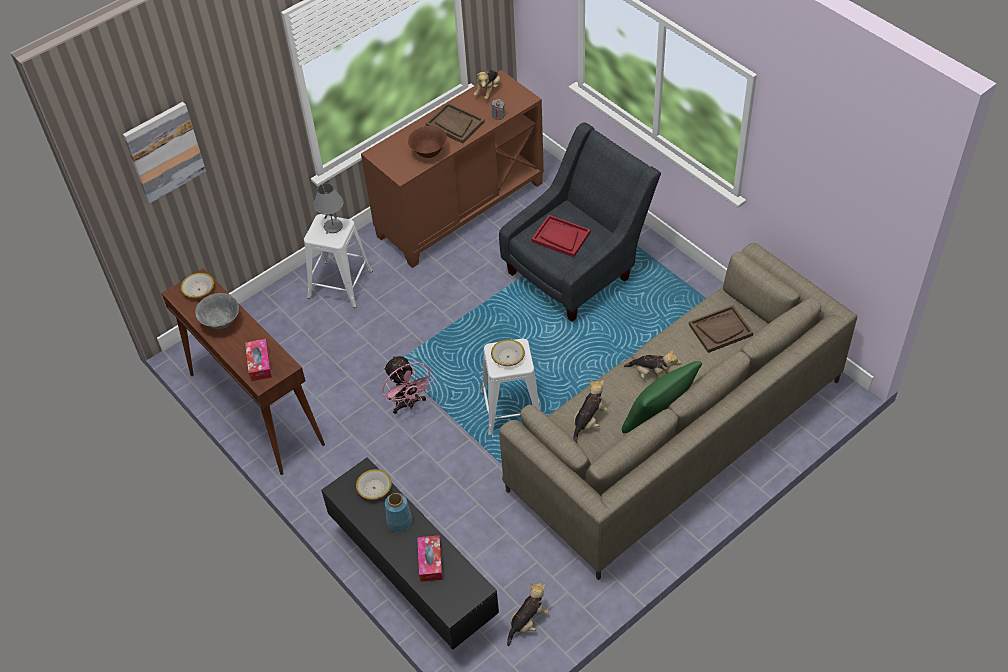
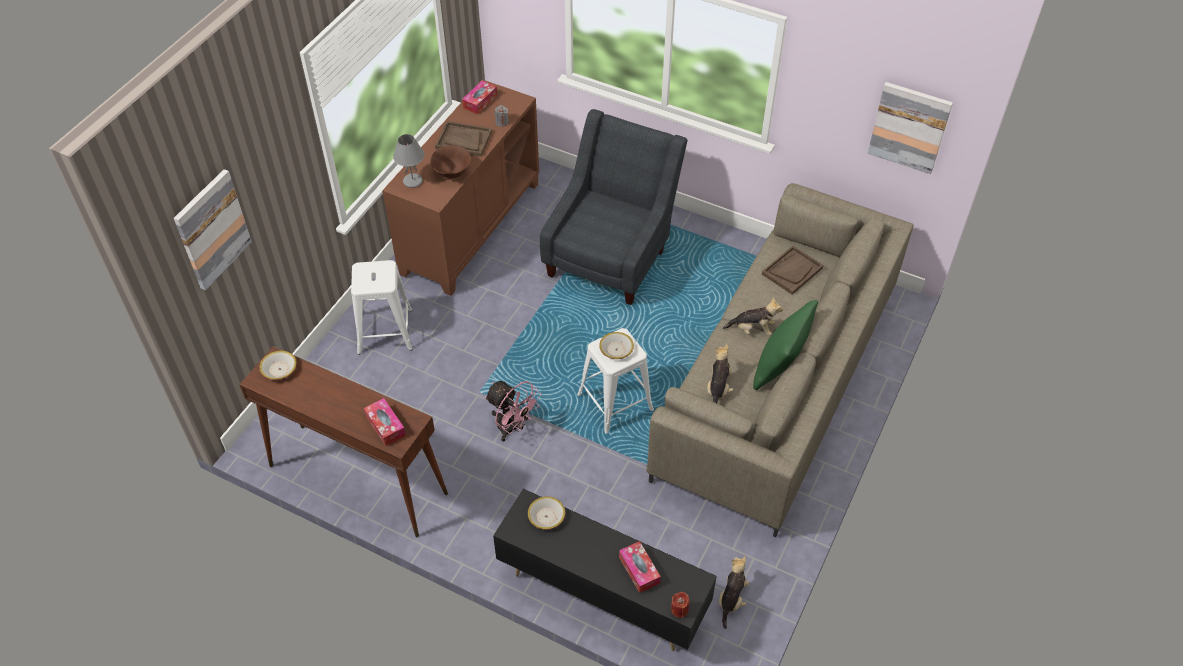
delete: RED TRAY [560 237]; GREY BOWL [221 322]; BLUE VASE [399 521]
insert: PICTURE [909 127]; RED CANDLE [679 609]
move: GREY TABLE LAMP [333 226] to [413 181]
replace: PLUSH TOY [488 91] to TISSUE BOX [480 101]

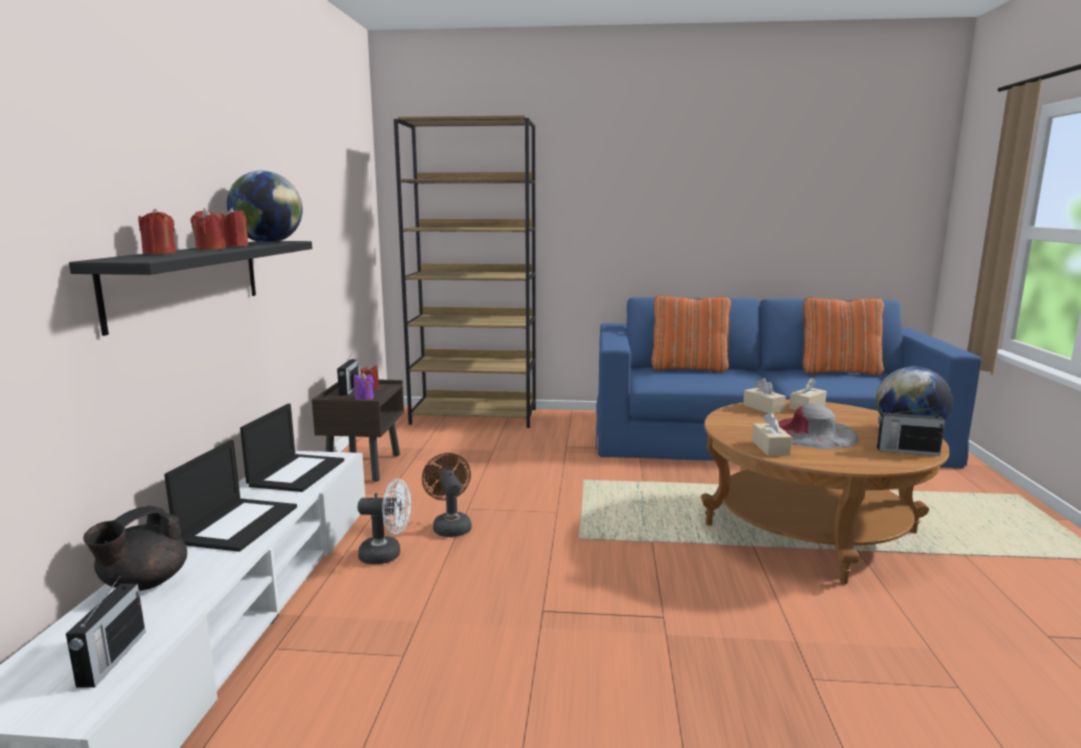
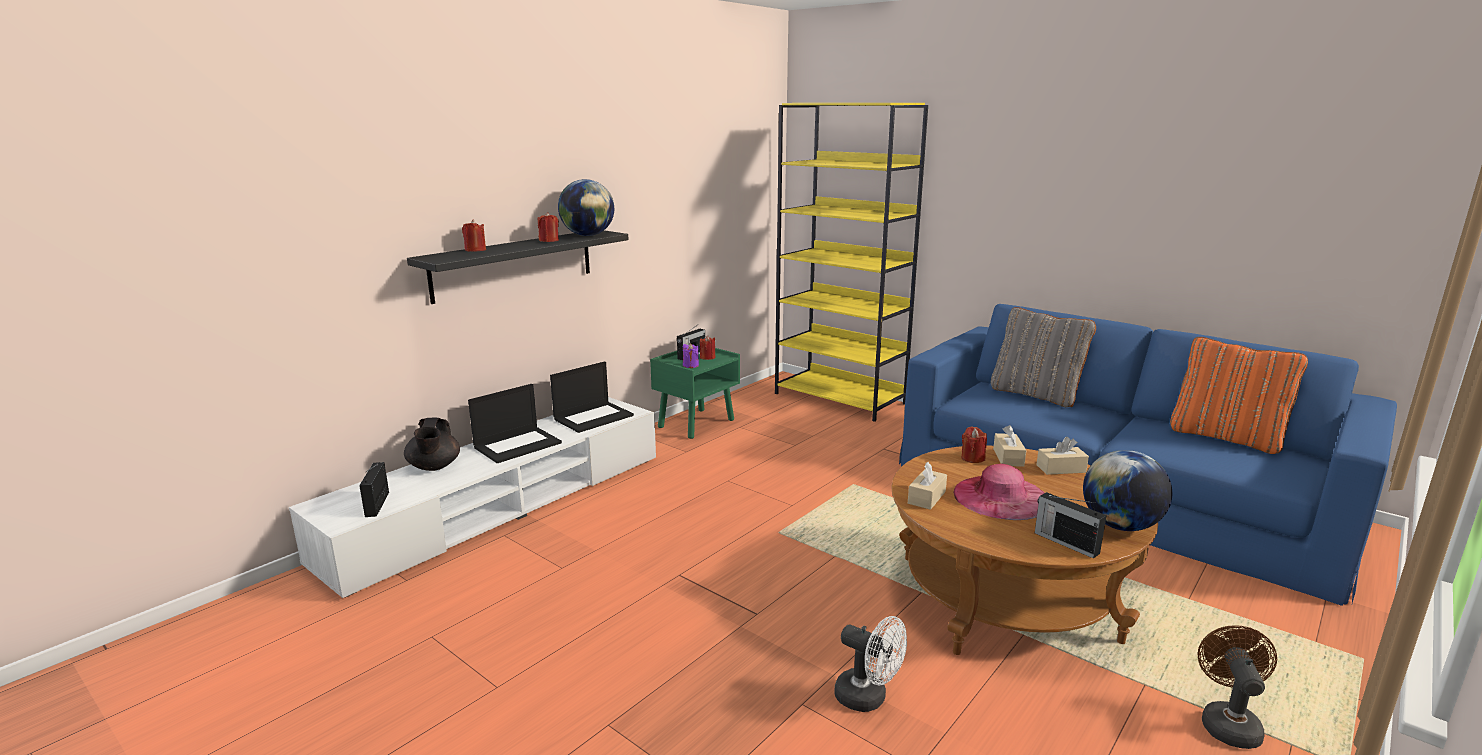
move: RED CANDLE [210 248] to [972 458]; BROWN FAN [450 526] to [1227 722]; WHITE FAN [387 555] to [868 698]
recolor: BROWN BOOKCASE [475 416] to YELLOW BOOKCASE [840 398]; ORANGE PILLOW [689 368] to GREY PILLOW [1036 395]; BROWN NIGHTSTAND [364 466] to GREEN NIGHTSTAND [696 423]; GREY HAT [812 434] to PINK HAT [1001 497]
rotate: BLACK TEAPOT [143 583] = [434 467] 75 degrees counterclockwise; RADIO [111 659] = [378 504] 135 degrees clockwise

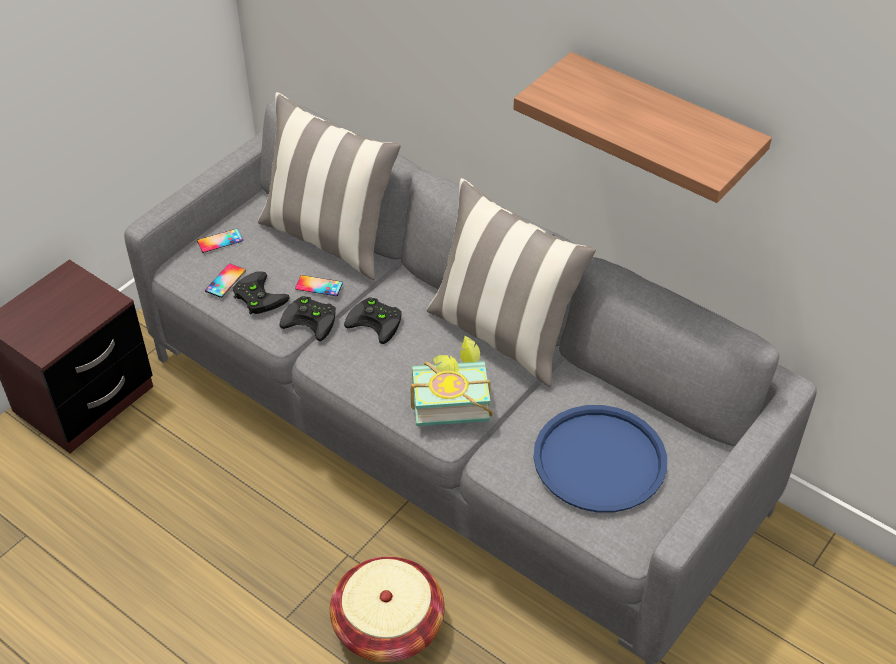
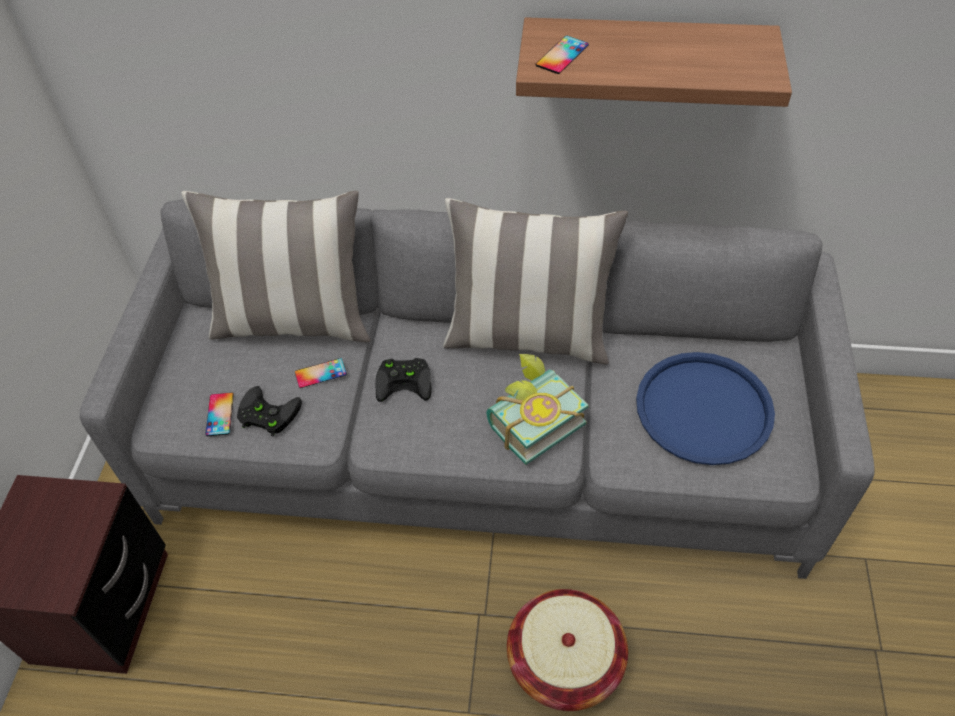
delete: BLACK GAME CONTROLLER [312 320]
move: PHONE [220 241] to [562 55]

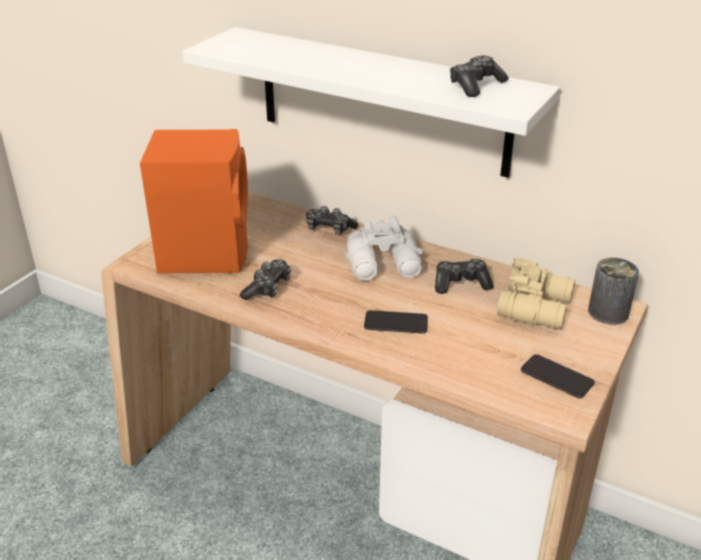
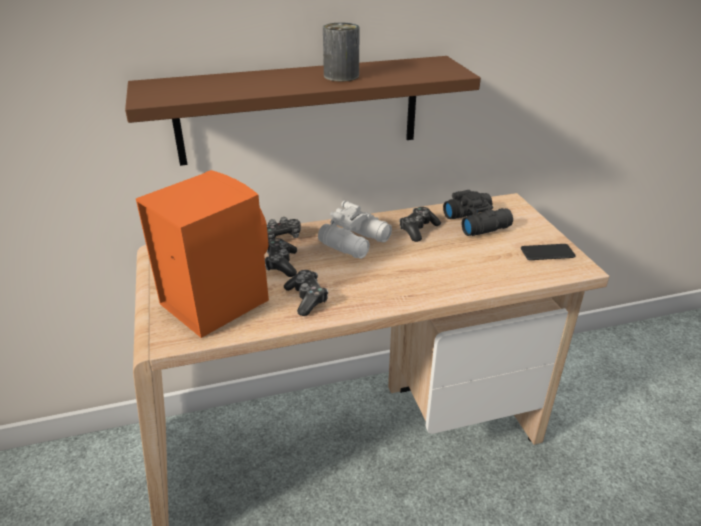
delete: PHONE [396 323]
move: GAME CONTROLLER [476 85] to [281 264]; CAN [608 312] to [341 76]
recolor: WHITE SHELF [382 101] to BROWN SHELF [299 110]; BEIGE BINOCULARS [537 307] to BLACK BINOCULARS [476 221]

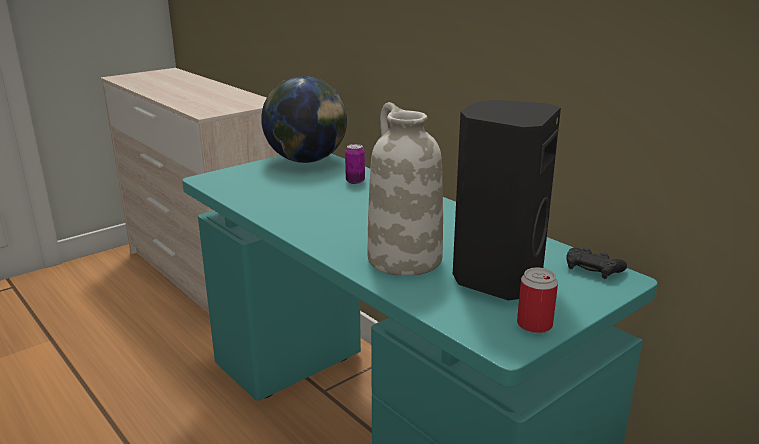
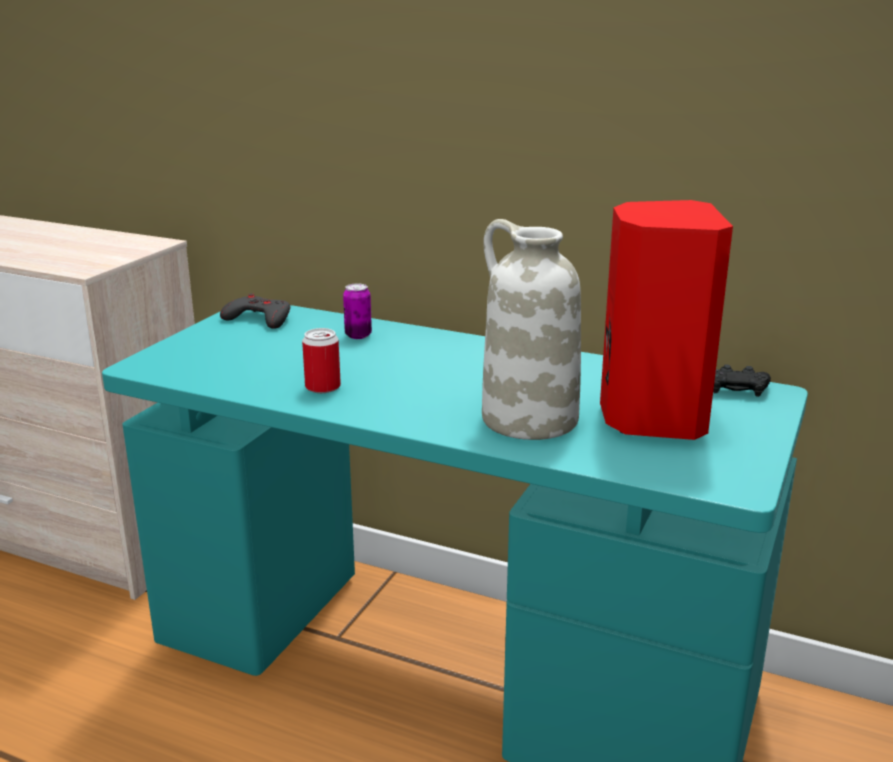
move: CAN [534 325] to [323 387]
replace: GLOBE [306 161] to GREY GAME CONTROLLER [259 319]
recolor: BLACK SPEAKER [495 277] to RED SPEAKER [650 418]

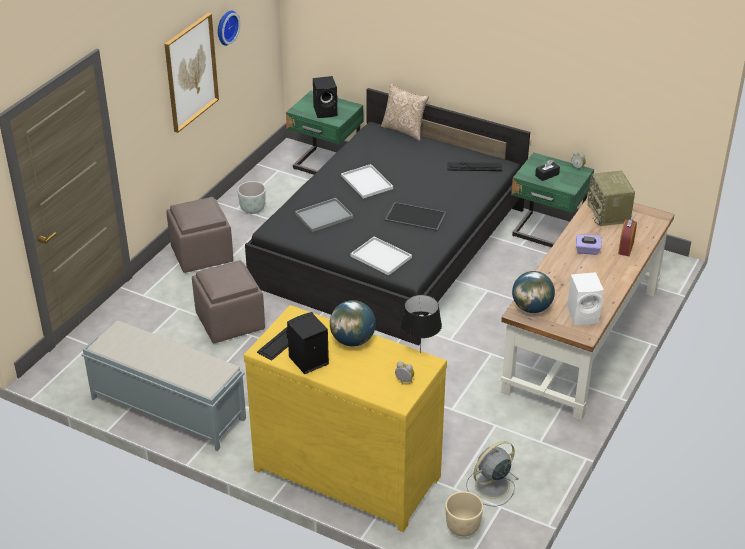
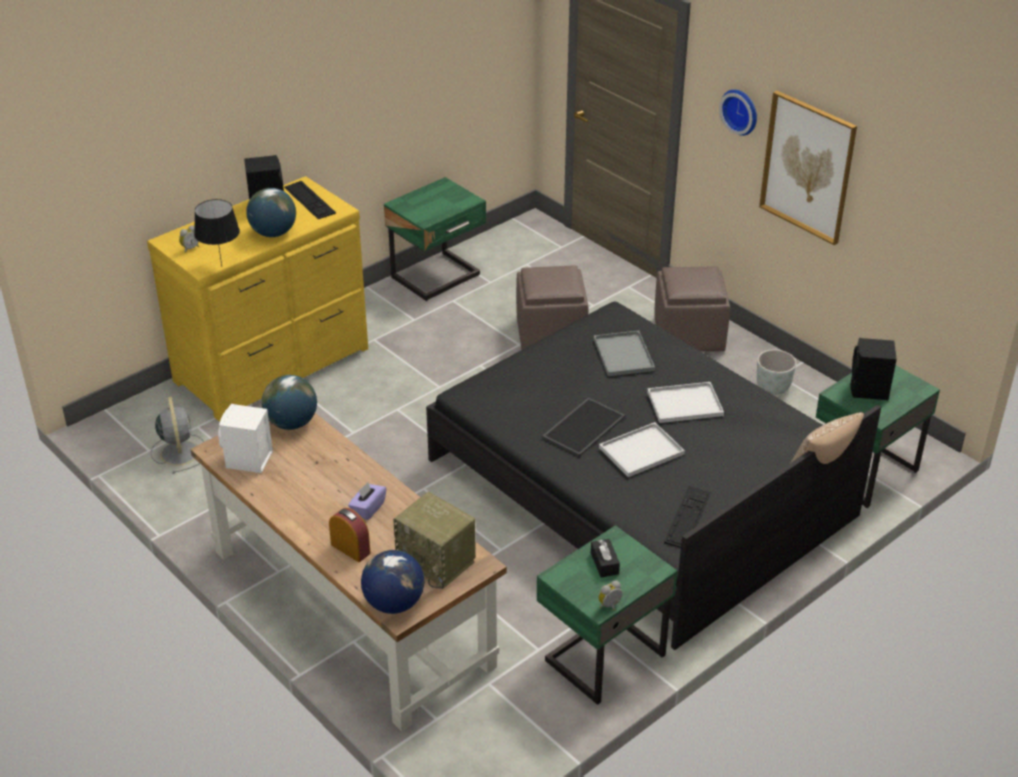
delete: BEIGE PLANTER [462 528]
insert: GLOBE [393 603]
move: WALL CLOCK [226 27] to [741 111]; WHITE TRAY [380 256] to [642 450]
replace: GREY BENCH [167 408] to GREEN NIGHTSTAND [438 278]
rotate: RADIO [609 214] = [437 562] 150 degrees counterclockwise

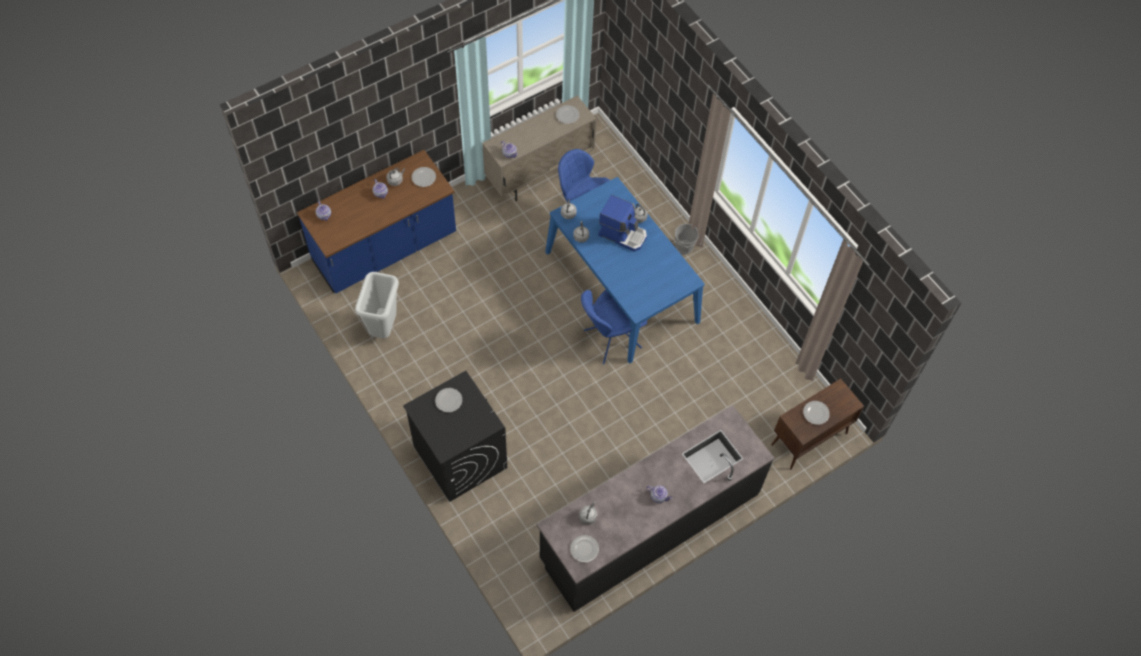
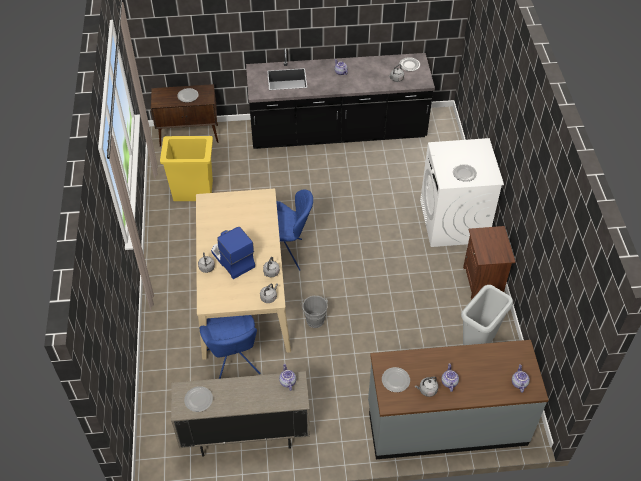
insert: YELLOW TRASH CAN [193 191]; BROWN NIGHTSTAND [483 281]
move: GREY BUCKET [685 248] to [314 319]
recolor: BLUE COUNTER [385 249] to GREY COUNTER [446 423]; BLUE DINING TABLE [621 286] to BEIGE DINING TABLE [243 292]; BLACK WASHING MACHINE [459 456] to WHITE WASHING MACHINE [453 222]

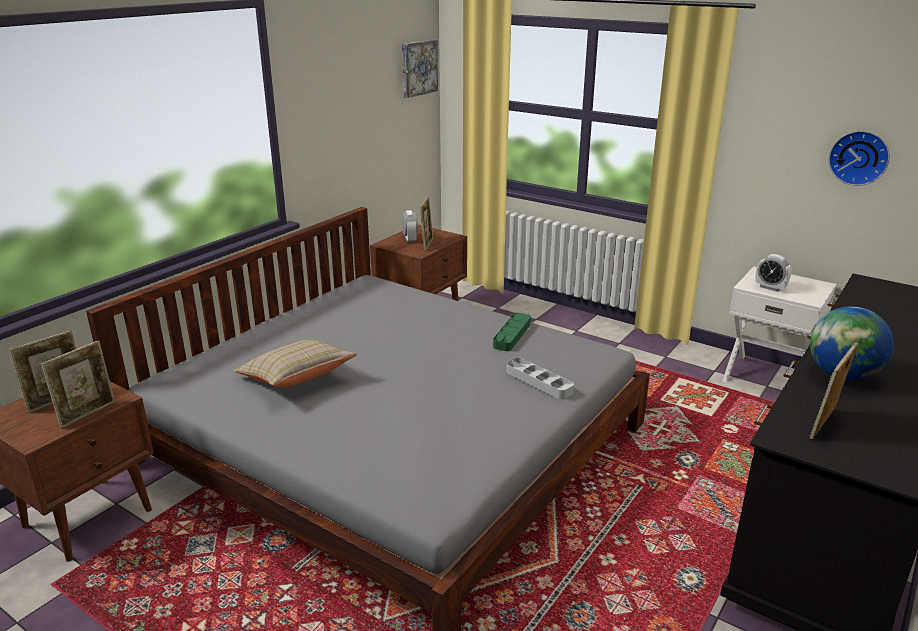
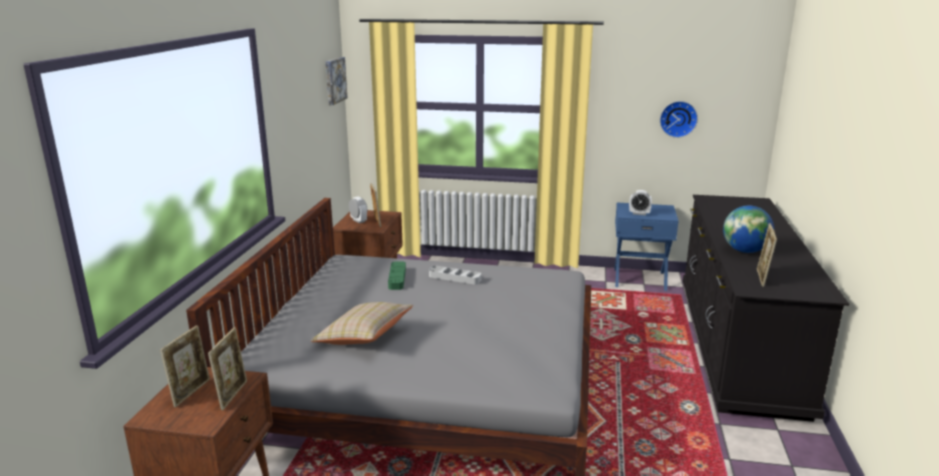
move: GREEN TRAY [512 335] to [397 278]; GREY TRAY [539 382] to [455 278]
recolor: WHITE NIGHTSTAND [767 377] to BLUE NIGHTSTAND [639 278]

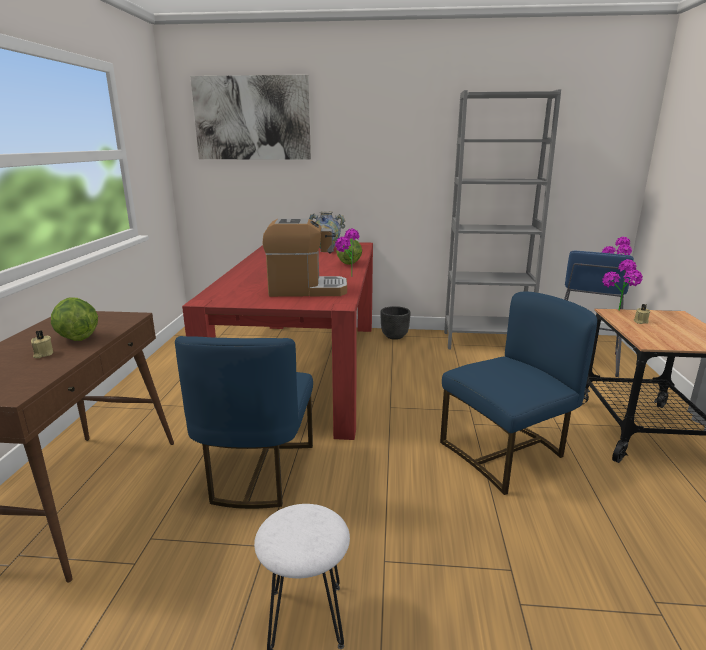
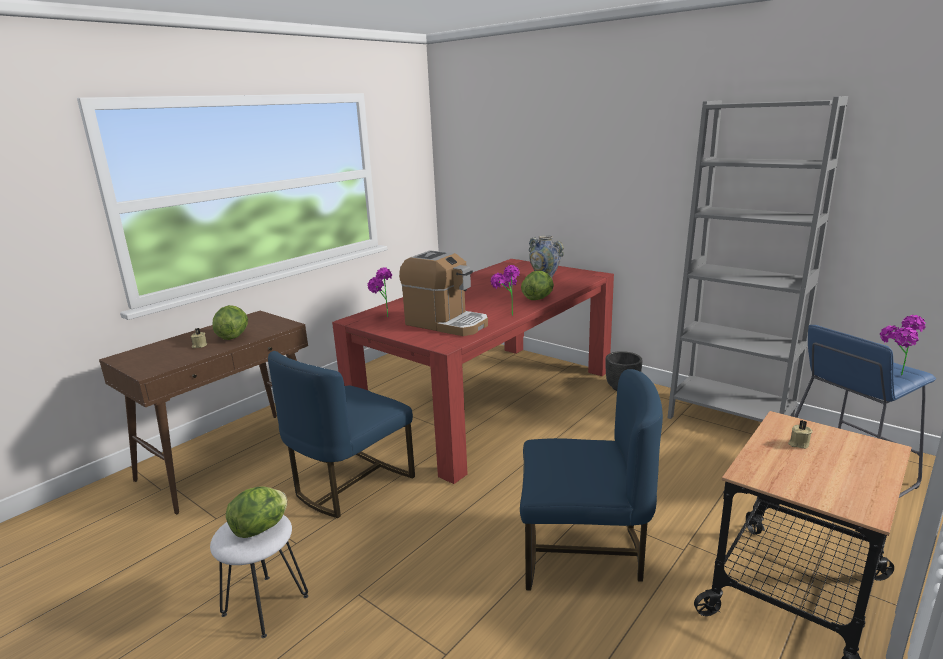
delete: PICTURE [252 118]
insert: LETTUCE [261 528]
move: POTTED PLANT [617 312] to [381 318]

